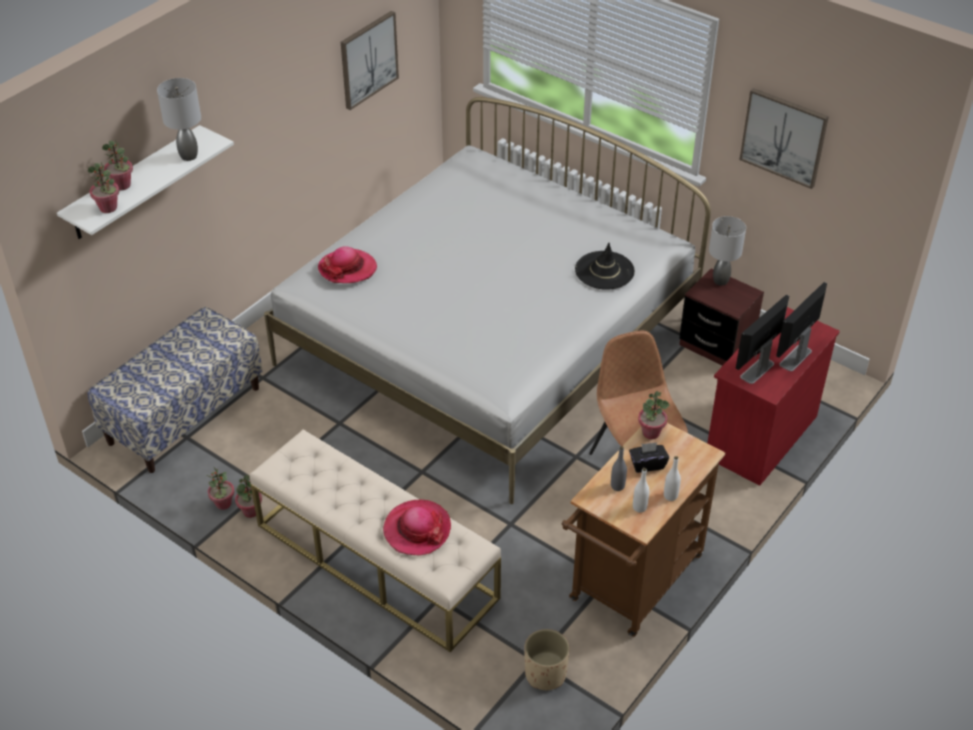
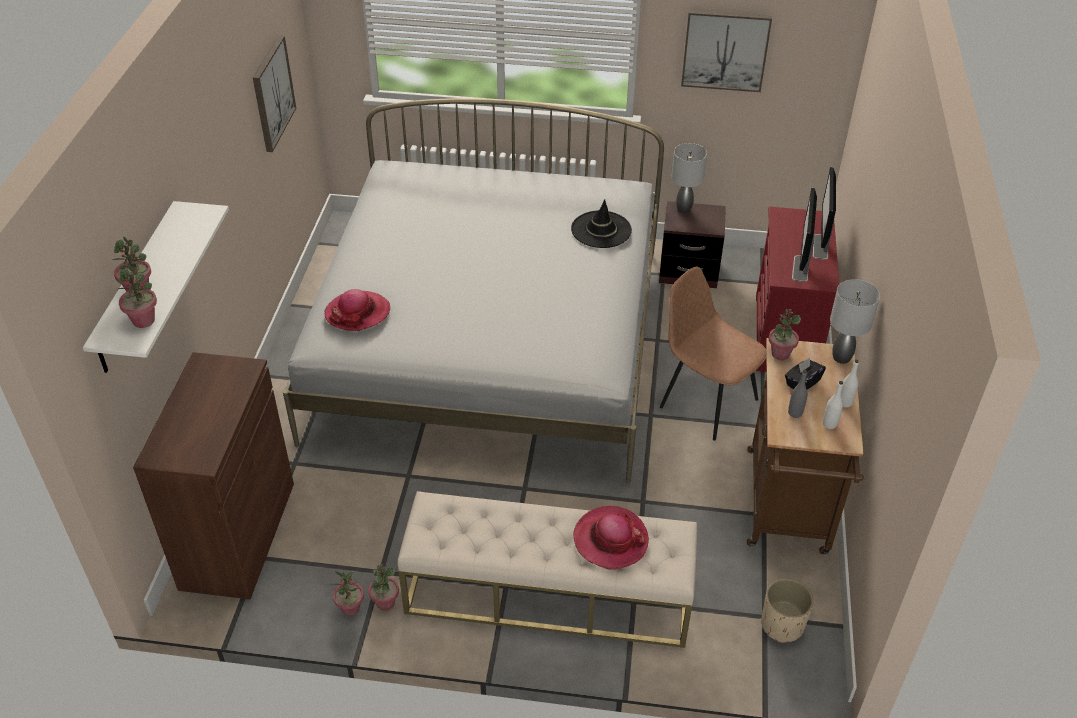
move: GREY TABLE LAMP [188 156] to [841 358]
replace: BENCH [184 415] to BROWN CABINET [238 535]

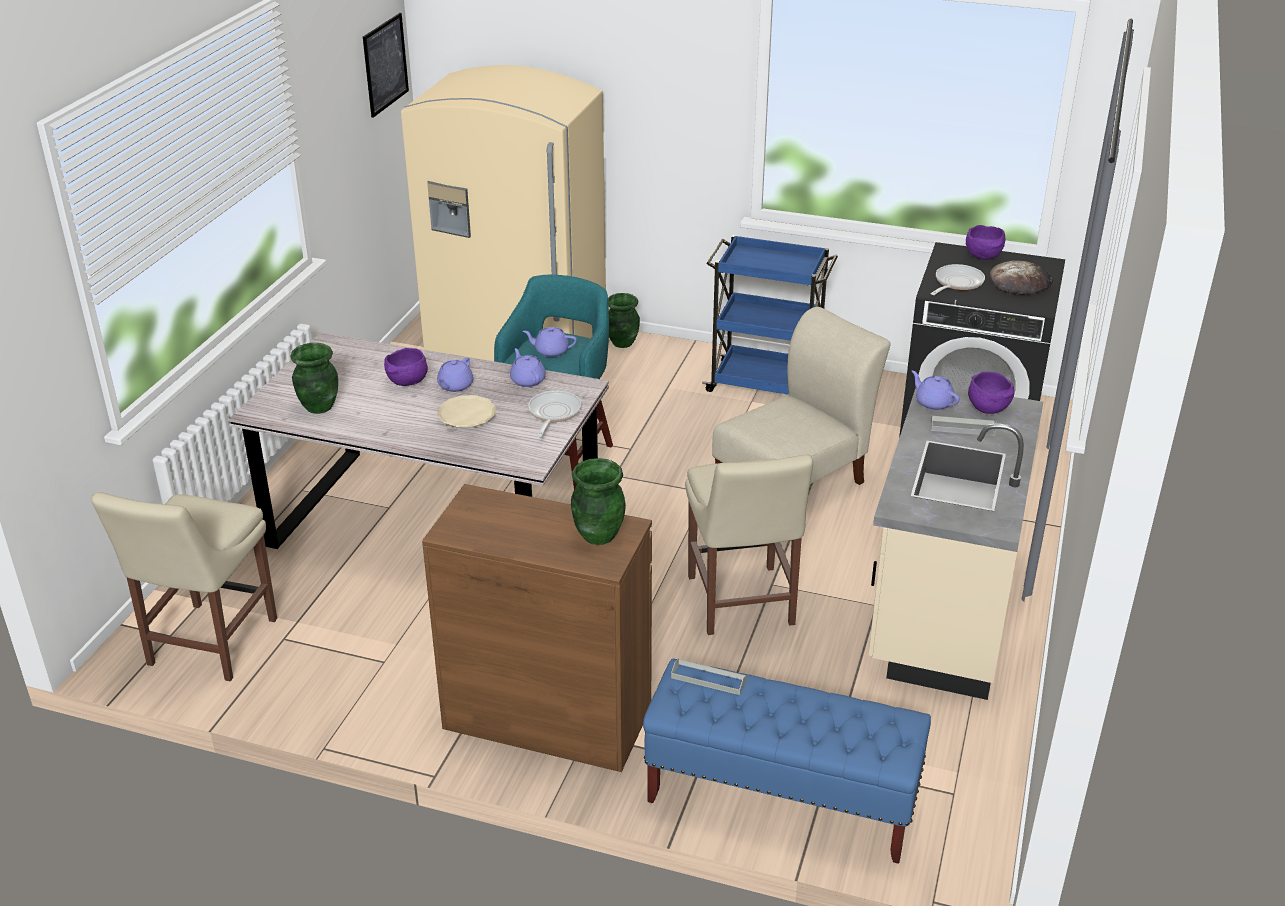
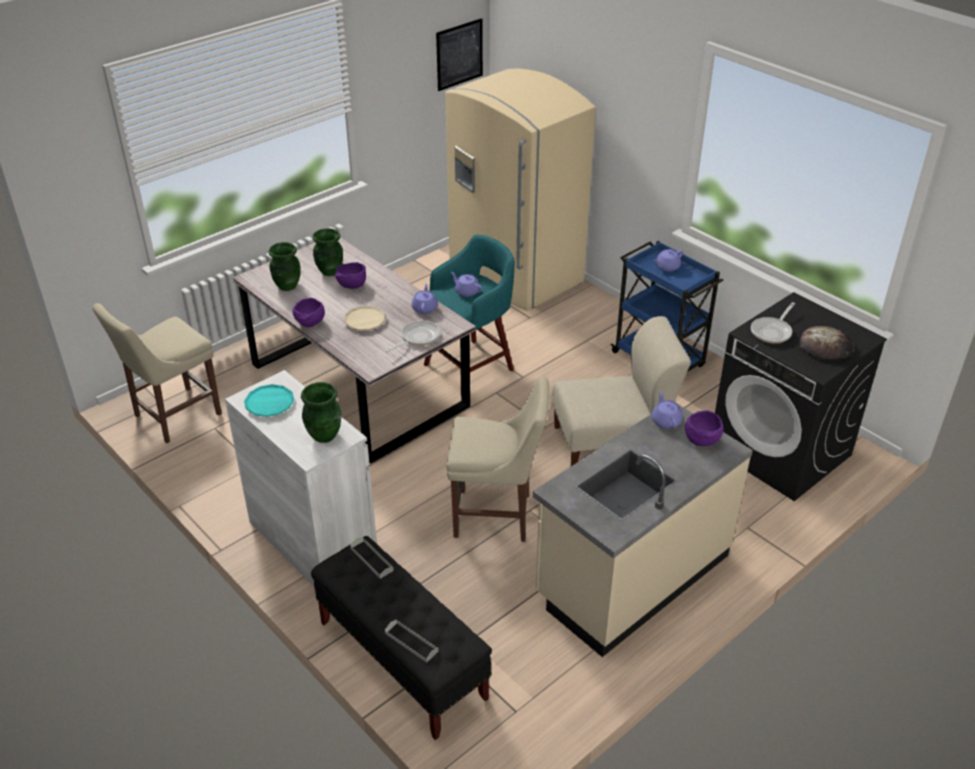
insert: TURQUOISE PLATE [269 403]
move: PURPLE BOWL [984 257] to [310 324]; GREEN VASE [622 343] to [329 271]; PURPLE TEAPOT [455 386] to [667 267]; GREY TRAY [962 428] to [411 642]
recolor: BROWN CABINET [547 718] to WHITE CABINET [312 541]; BLUE BENCH [780 799] to BLACK BENCH [401 660]
rotate: FRYING PAN [956 283] = [772 331] 150 degrees clockwise; BEIGE CHAIR [741 604] = [497 516] 105 degrees counterclockwise

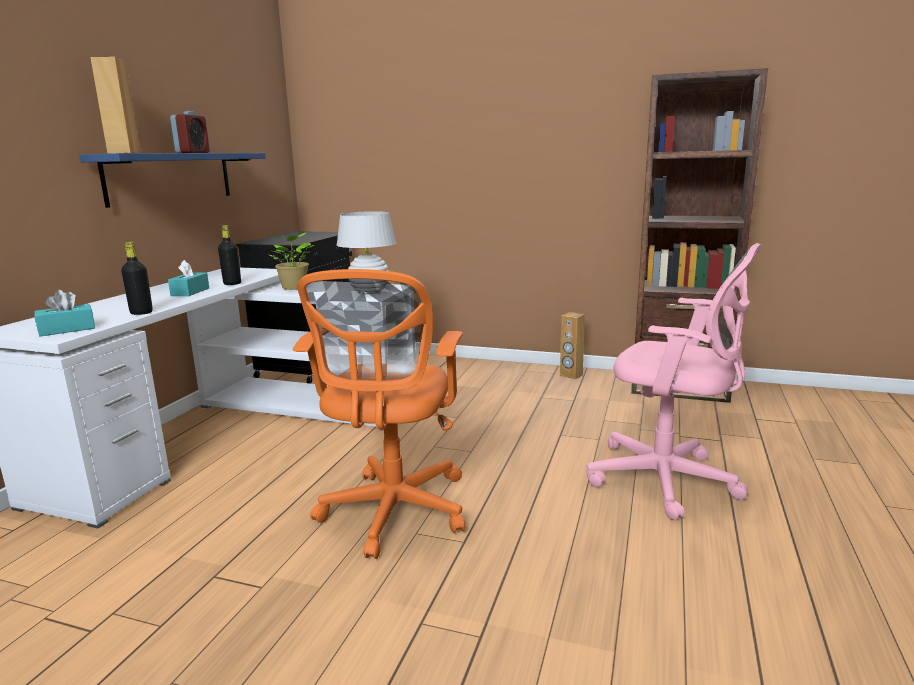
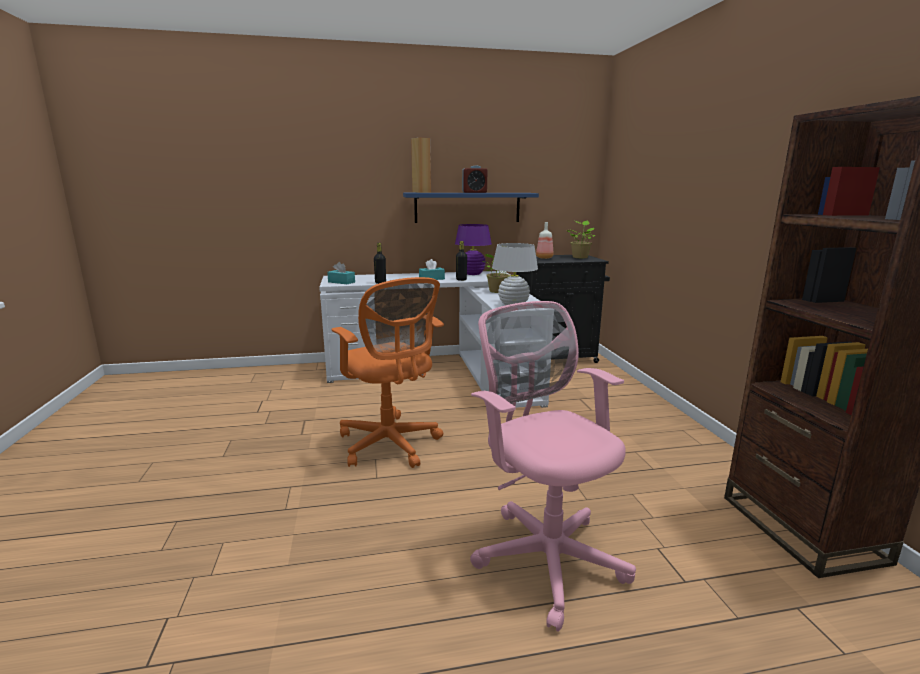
delete: BROWN SPEAKER [571 375]
insert: POTTED PLANT [580 257]; BOTTLE [544 258]; PURPLE TABLE LAMP [473 274]
rotate: PINK OFFICE CHAIR [668 481] = [545 554] 150 degrees clockwise; ORANGE OFFICE CHAIR [393 514] = [390 445] 105 degrees counterclockwise

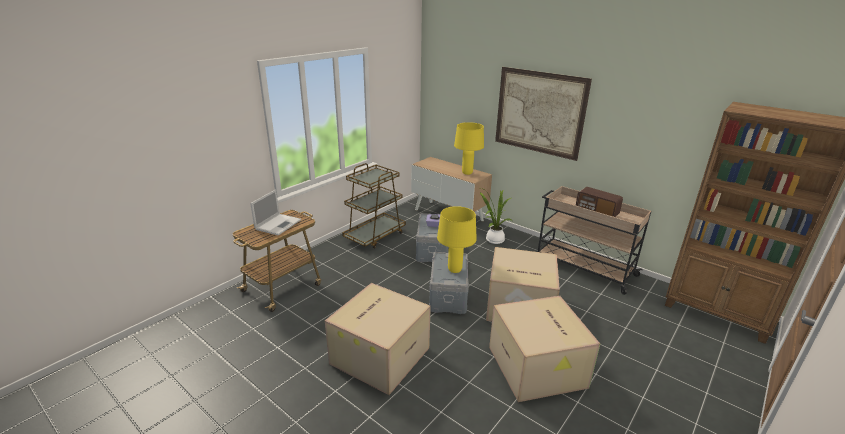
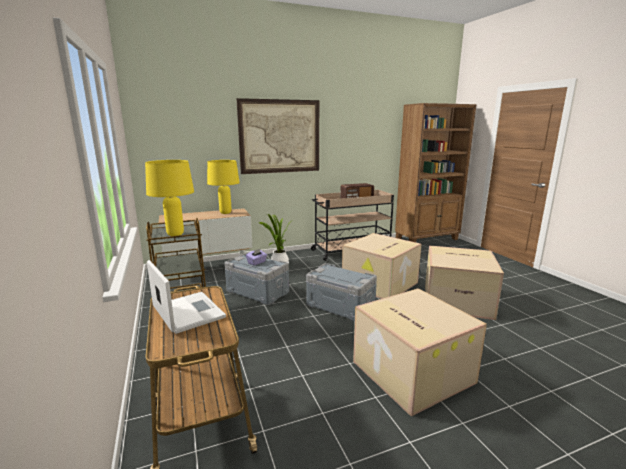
move: YELLOW TABLE LAMP [454 270] to [175 234]

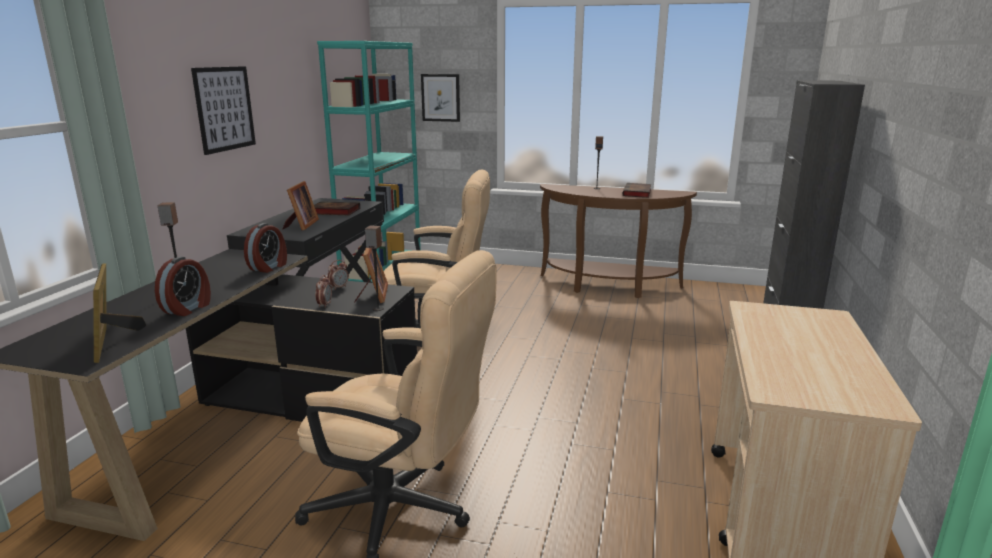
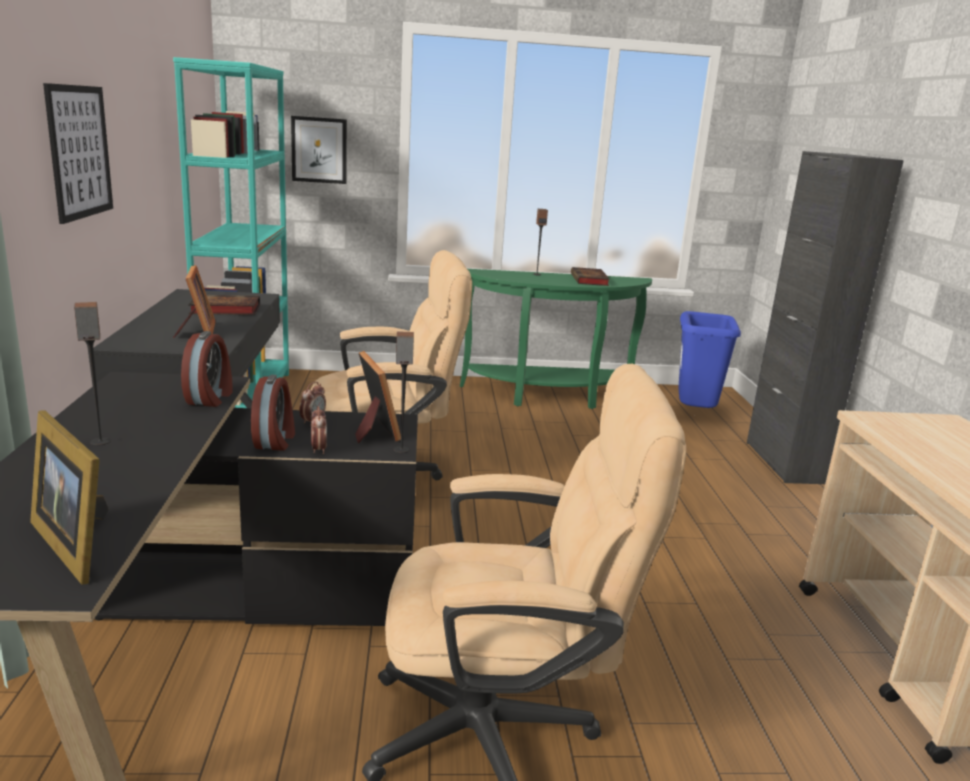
insert: BLUE TRASH CAN [694 416]
move: ALARM CLOCK [188 308] to [275 440]
recolor: BROWN CONSOLE TABLE [608 287] to GREEN CONSOLE TABLE [549 397]

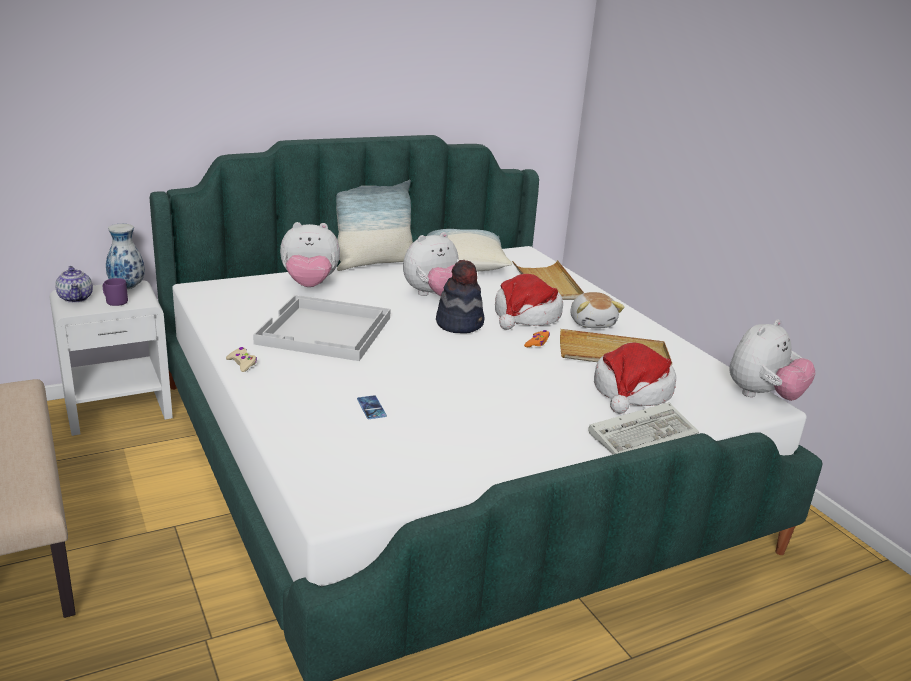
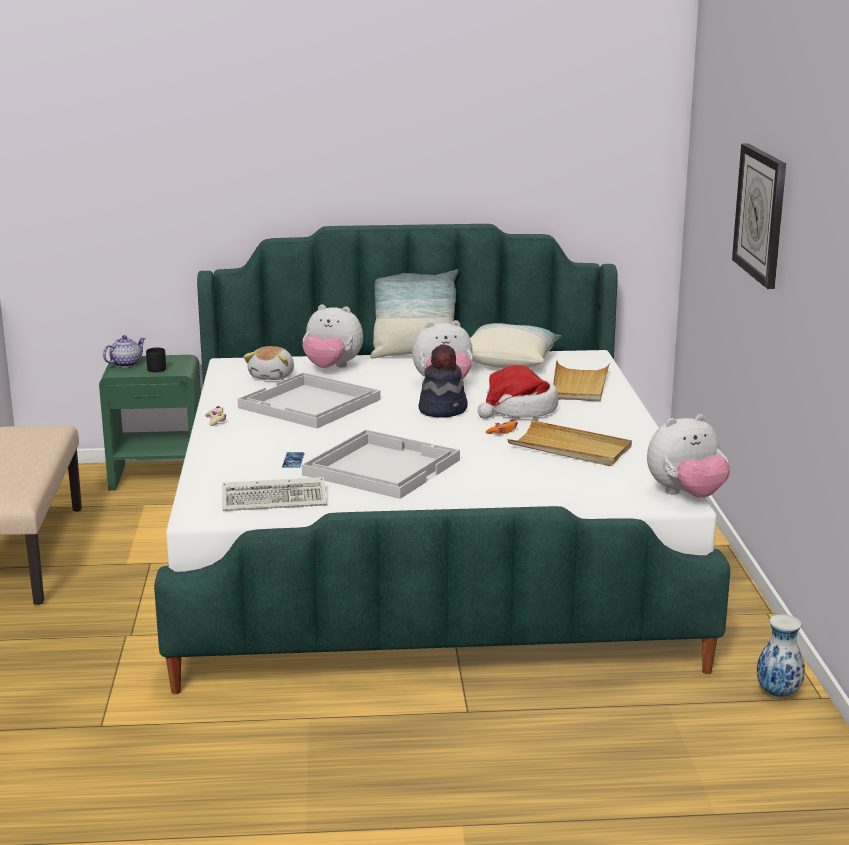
delete: HAT [631 392]
insert: WALL CLOCK [761 214]; WHITE TRAY [381 467]
move: VASE [128 287] to [779 693]; PLUSH TOY [592 323] to [273 376]; KEYBOARD [644 433] to [276 499]
recolor: PURPLE MUG [115 301] to BLACK MUG [155 369]; WHITE NIGHTSTAND [119 409] to GREEN NIGHTSTAND [158 476]
rotate: TEAPOT [76 298] = [126 364] 135 degrees counterclockwise

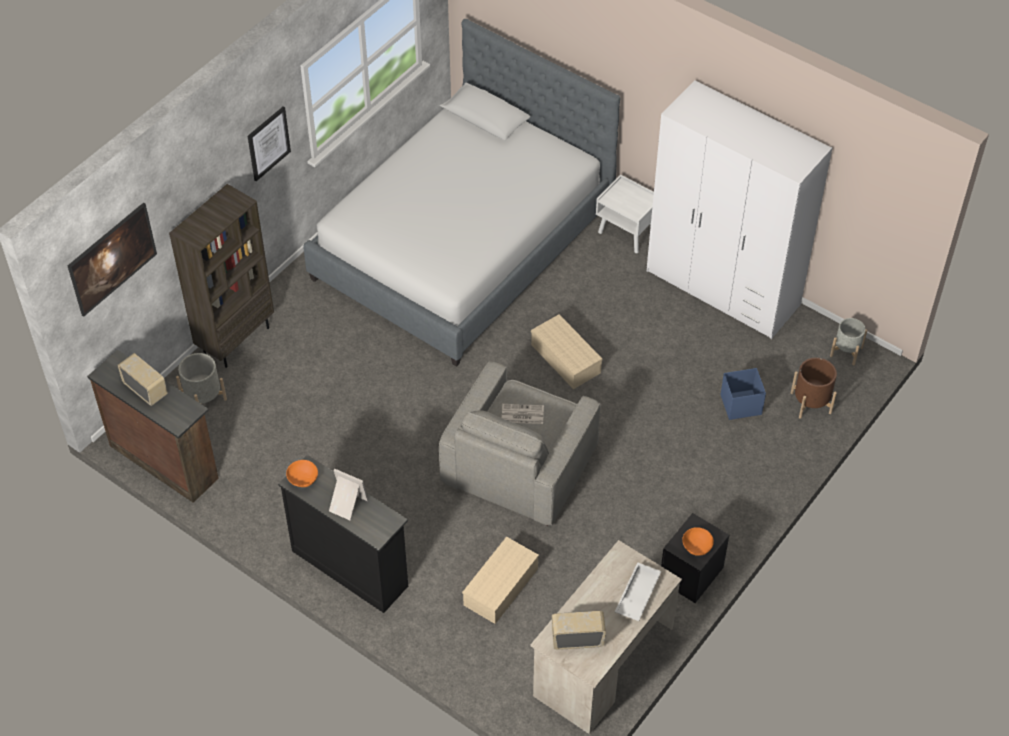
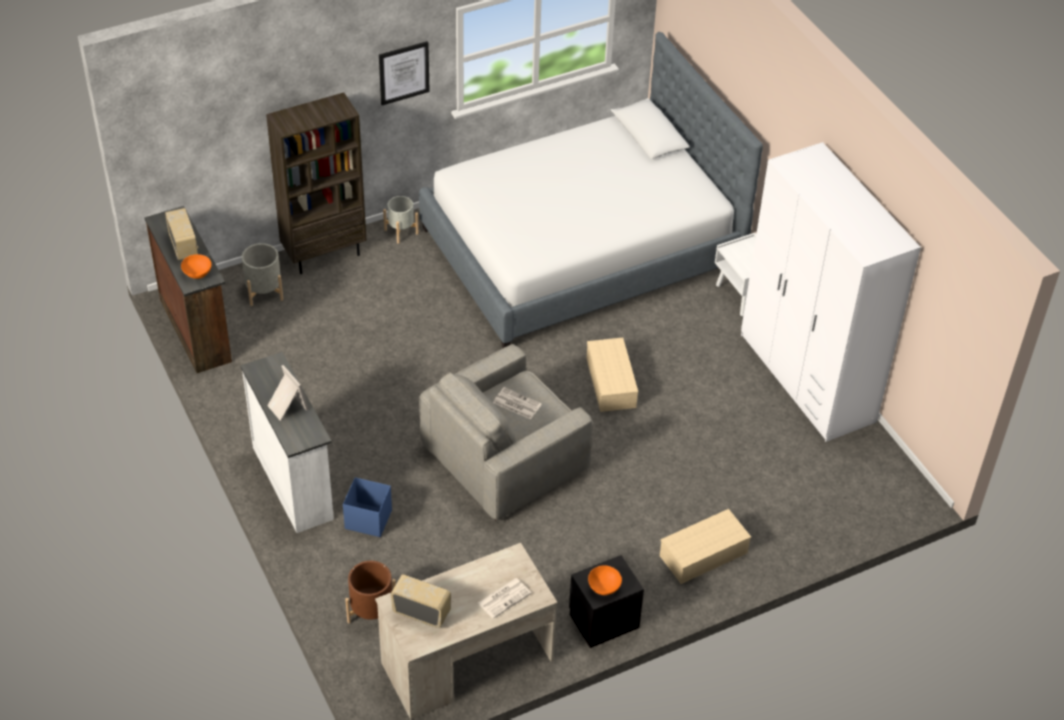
delete: PICTURE [115 271]
move: GREY PLANTER [846 351] to [401 231]; BROWN PLANTER [811 403] to [372 612]; BLUE STORAGE BOX [740 404] to [368 519]; ORANGE BOWL [303 480] to [197 273]; BEIGE STORAGE BOX [501 588] to [703 555]
replace: WHITE TRAY [637 594] to NEWSPAPER [504 597]
recolor: BLACK DRESSER [350 566] to WHITE DRESSER [294 481]

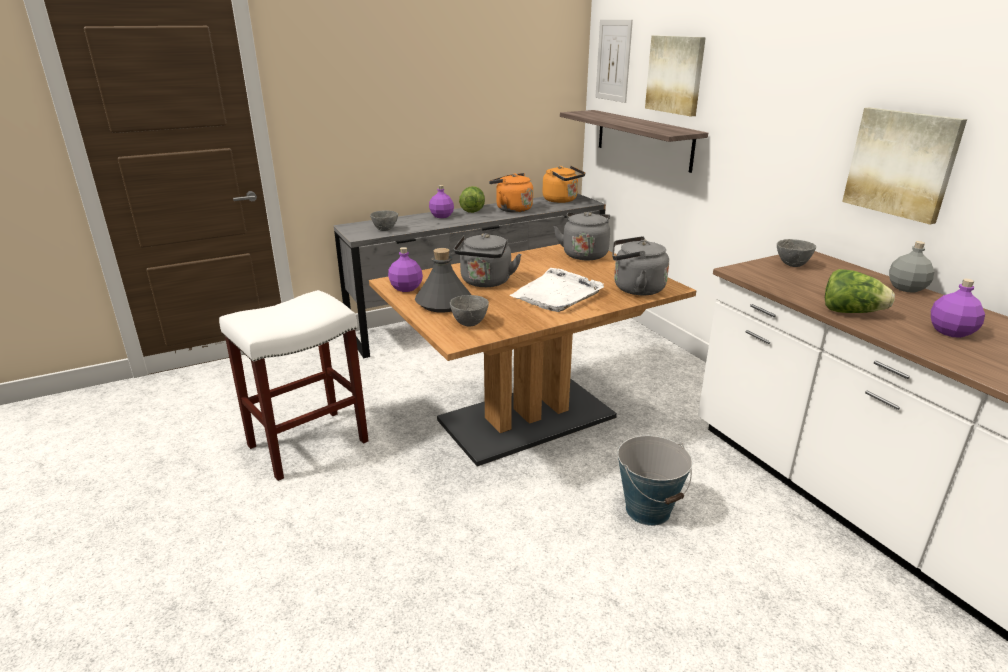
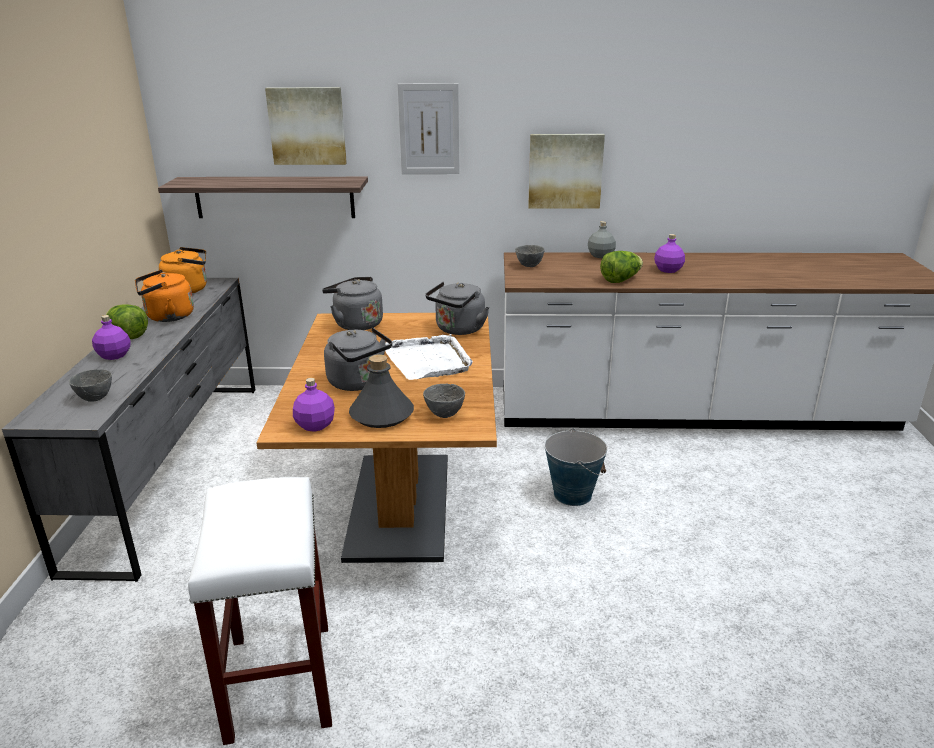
move: PICTURE [613 60] to [429 129]

